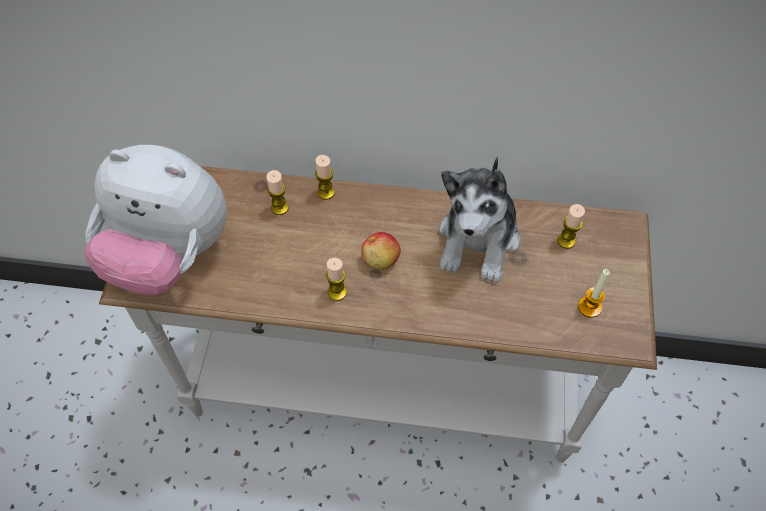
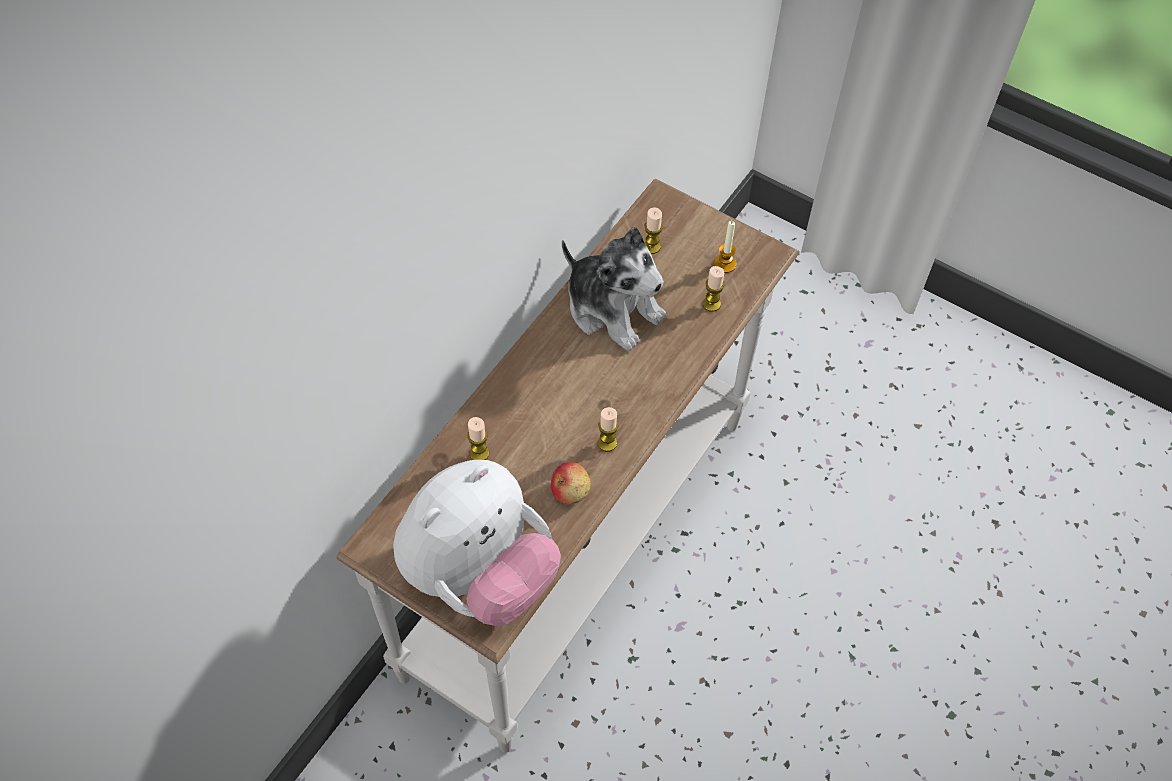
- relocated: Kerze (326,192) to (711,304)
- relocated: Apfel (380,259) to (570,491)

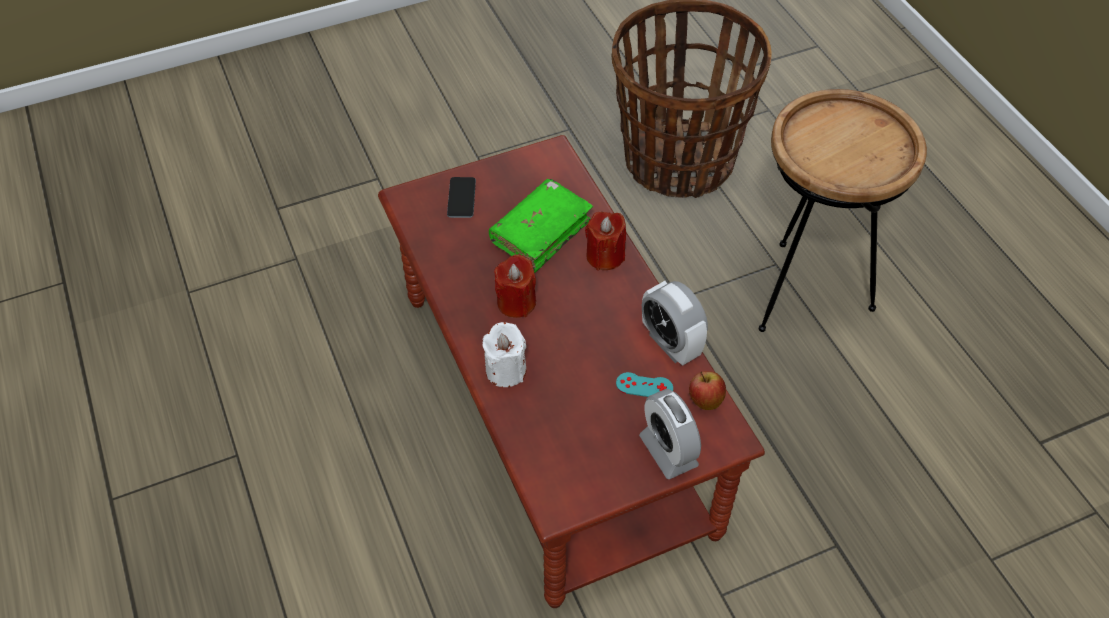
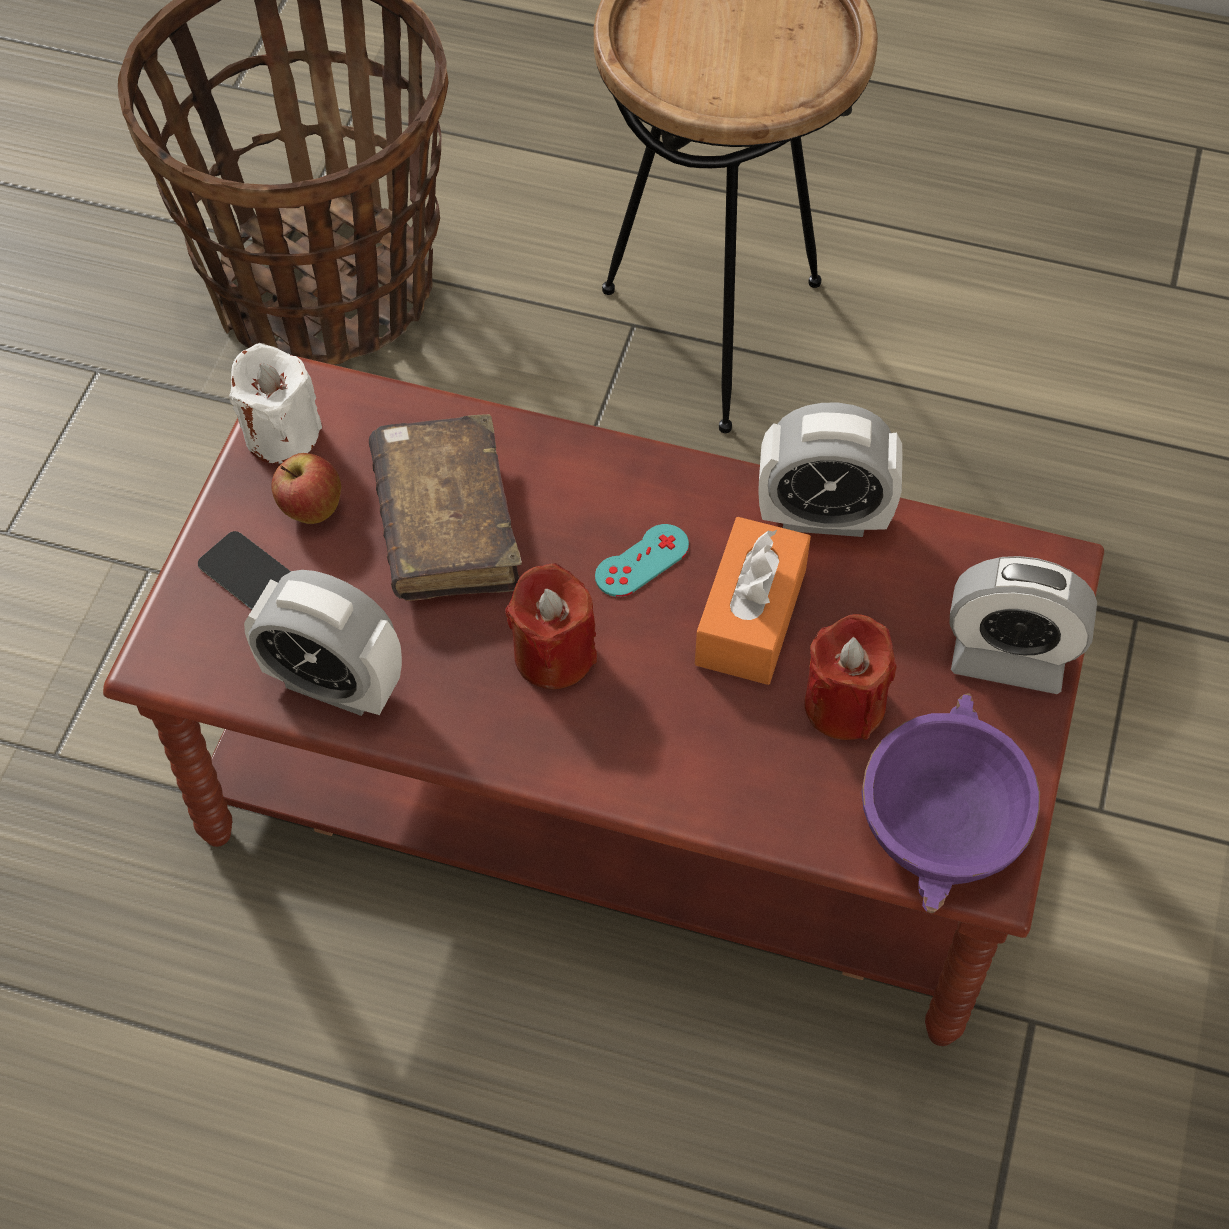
- appeared: Wecker (333,684)
- appeared: Taschentuchbox/orange (751,617)
- appeared: Schüssel/lila (940,820)
- relocated: Kerze/weiß (505,370) to (281,434)
- relocated: Kerze/rot (605,256) to (844,705)
- relocated: Gamepad/türkis (644,386) to (642,561)
- relocated: Apfel (705,400) to (310,509)
- colour: Buch/grün (541,232) to Buch/braun (446,524)

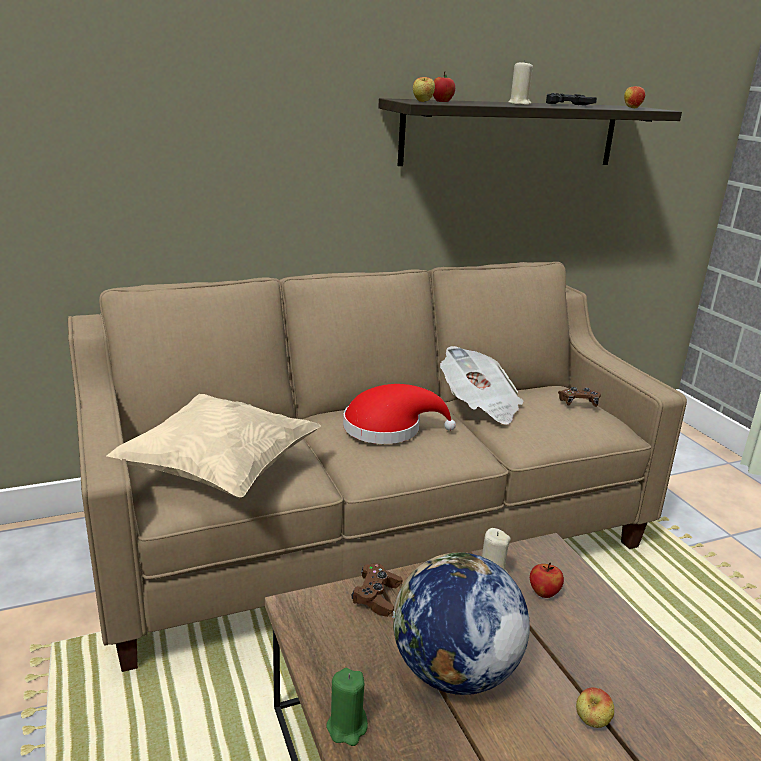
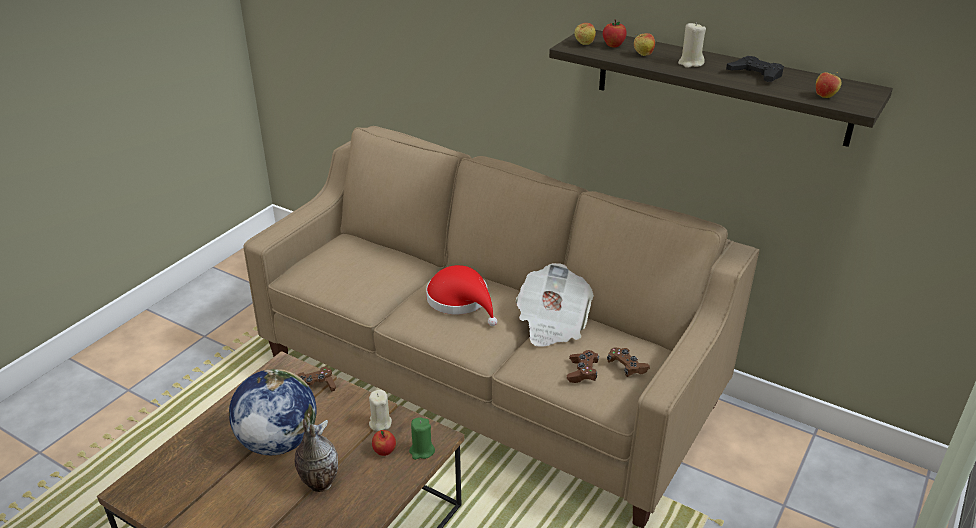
- missing: Kissen/beige (219,471)
- appeared: Vase (318,484)
- appeared: Gamepad/braun (582,372)
- relocated: Kerze/grün (347,727) to (421,451)
- relocated: Apfel (591,722) to (643,55)

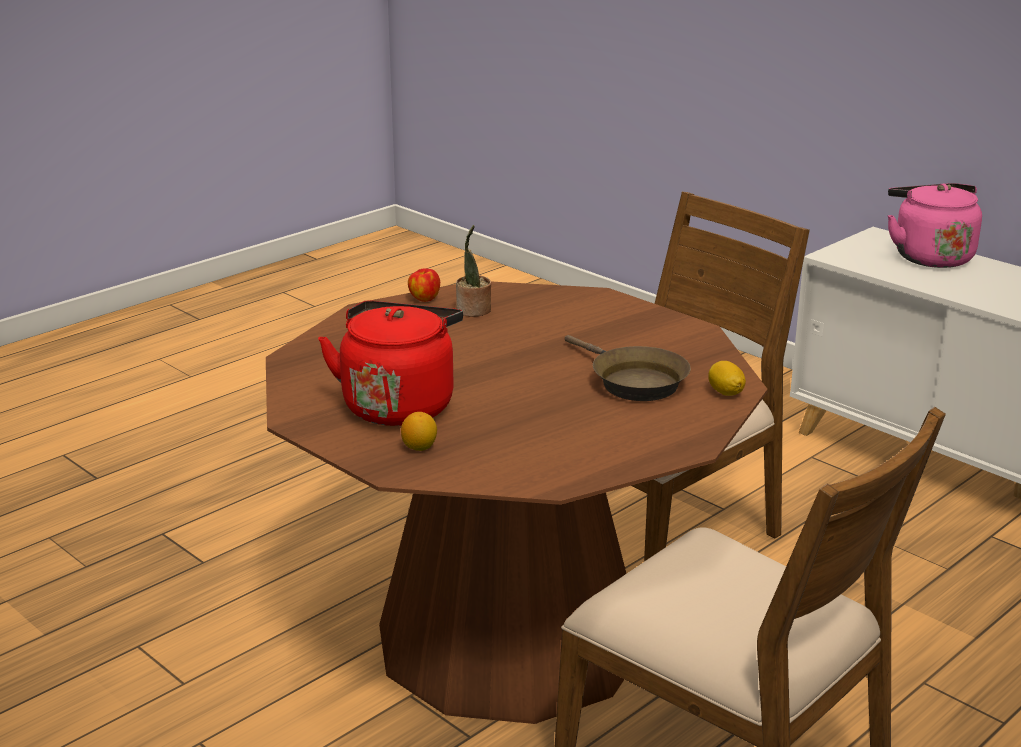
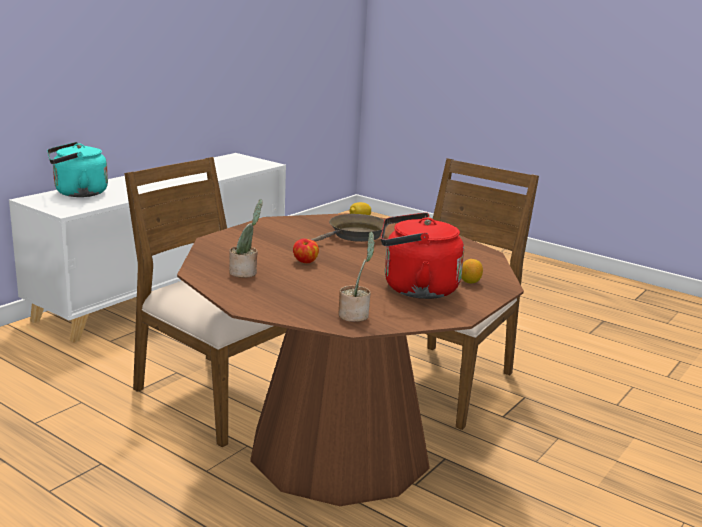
- appeared: Topfpflanze (355,315)
- relocated: Apfel (424,299) to (305,262)
- colour: Wasserkessel/rosa (929,256) to Wasserkessel/türkis (77,193)

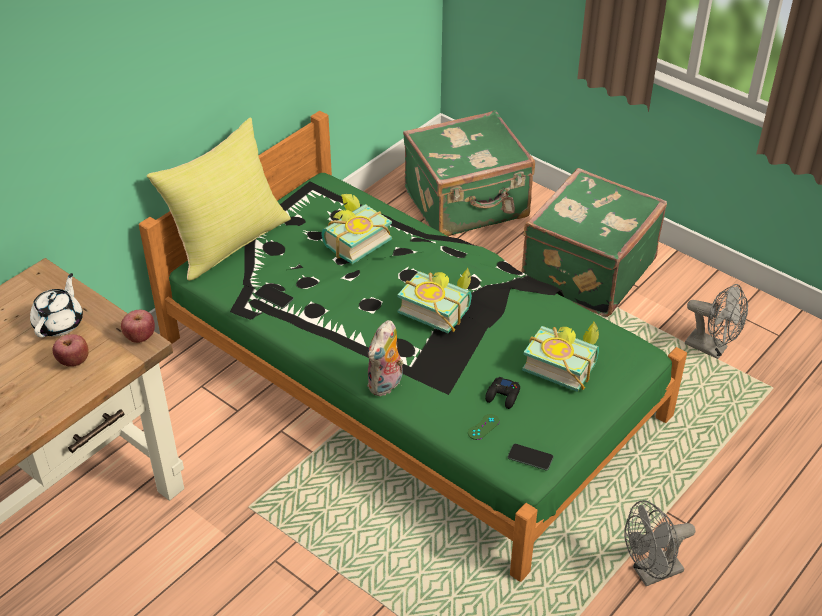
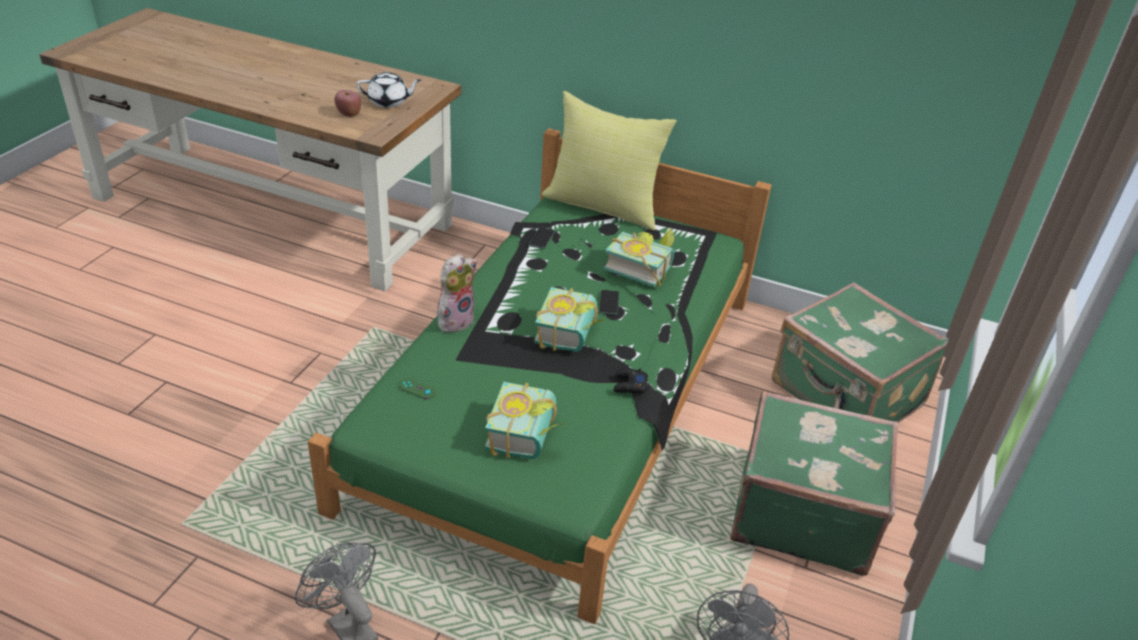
- missing: Apfel (140,337)
- relocated: Gamepad/schwarz (503,396) to (629,385)
- relocated: Handy (530,457) to (609,303)
- spun: Plüschtier (386,385) = (455,320) 120 degrees clockwise

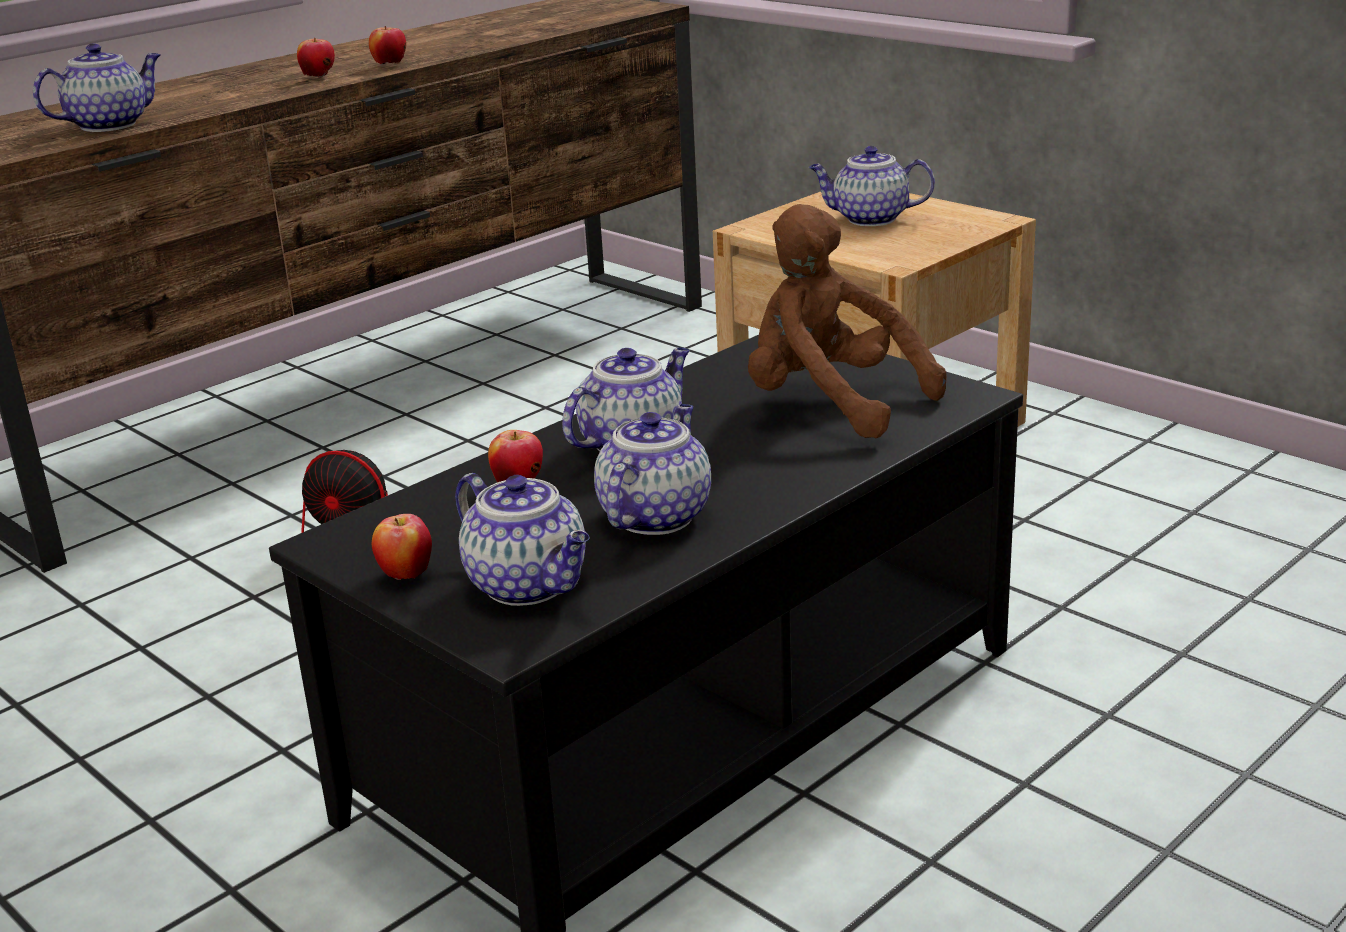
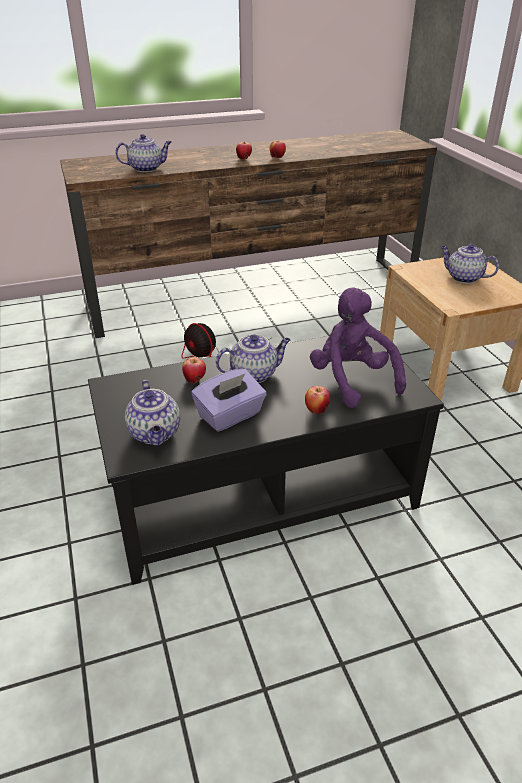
- relocated: Apfel (406,574) to (316,410)
- exchanged: Teekanne (655,516) to Taschentuchbox/lila (230,416)
- colour: Plüschtier/braun (830,404) to Plüschtier/lila (352,380)

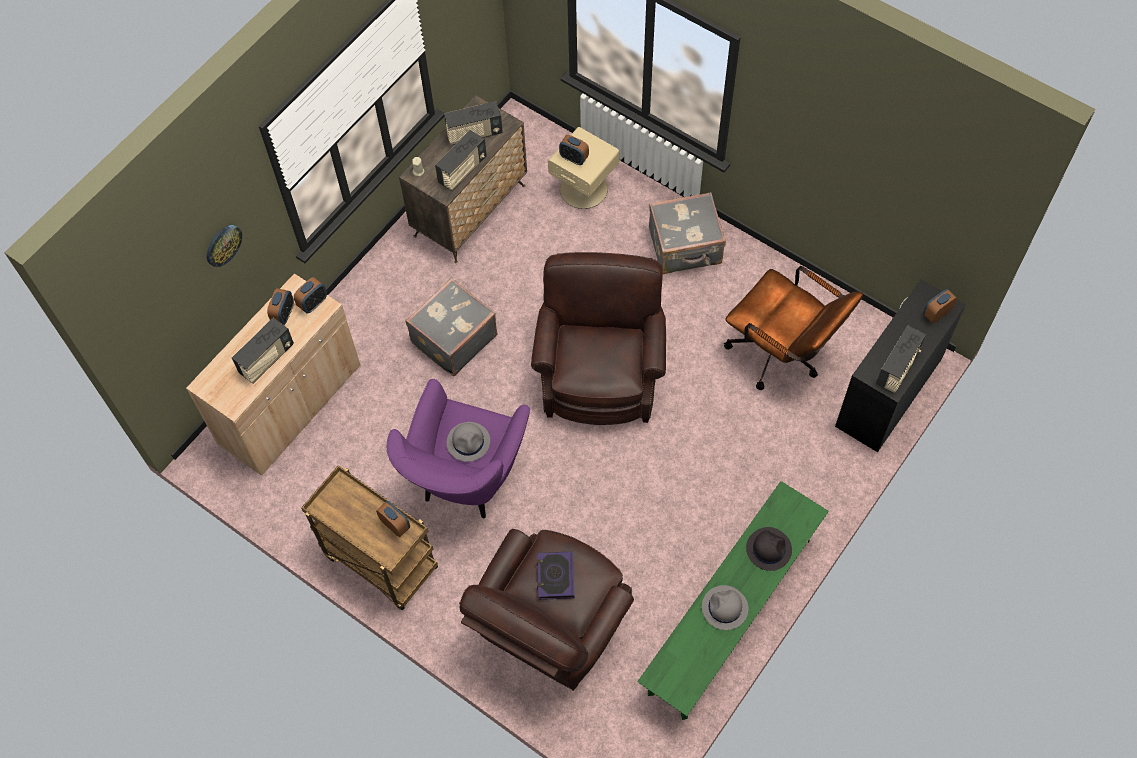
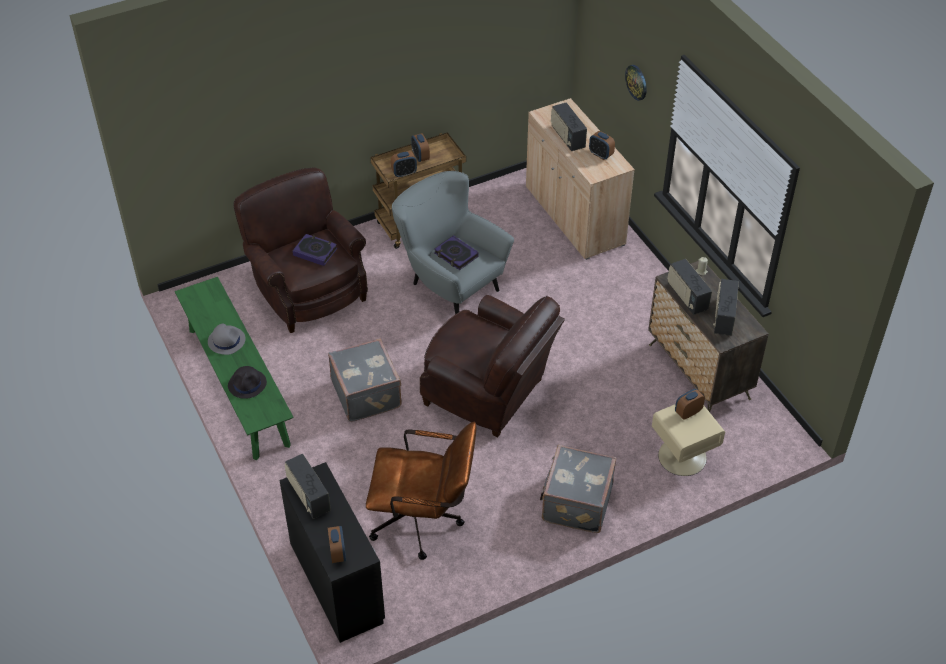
- relocated: Wecker (313,303) to (420,157)
- relocated: Koffer/grau (453,339) to (367,393)
- exchanged: Hut/grau (468,442) to Buch (456,255)
- colour: Sessel/lila (466,480) to Sessel/grau (450,285)
- spun: Bürostuhl/braun (782,355) = (424,521) 150 degrees counterclockwise

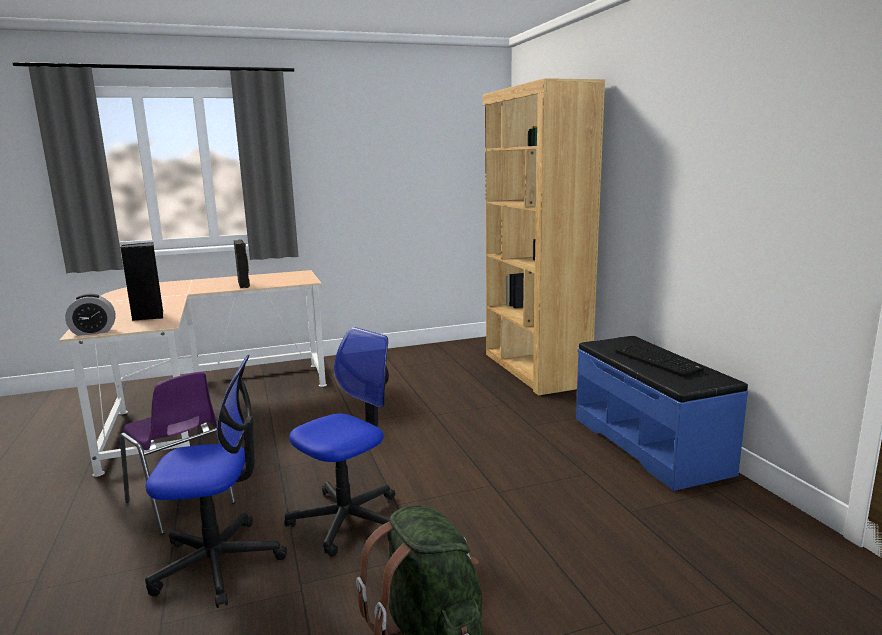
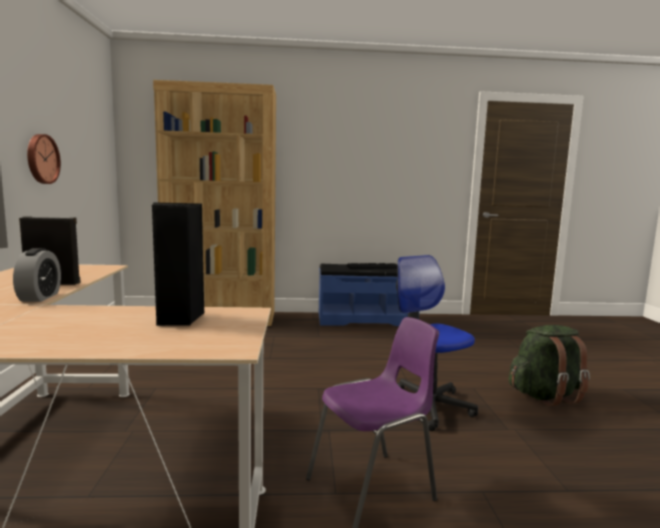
- missing: Bürostuhl (218,563)
- appeared: Wanduhr (41,159)
- relocated: Wecker (93,332) to (39,297)

